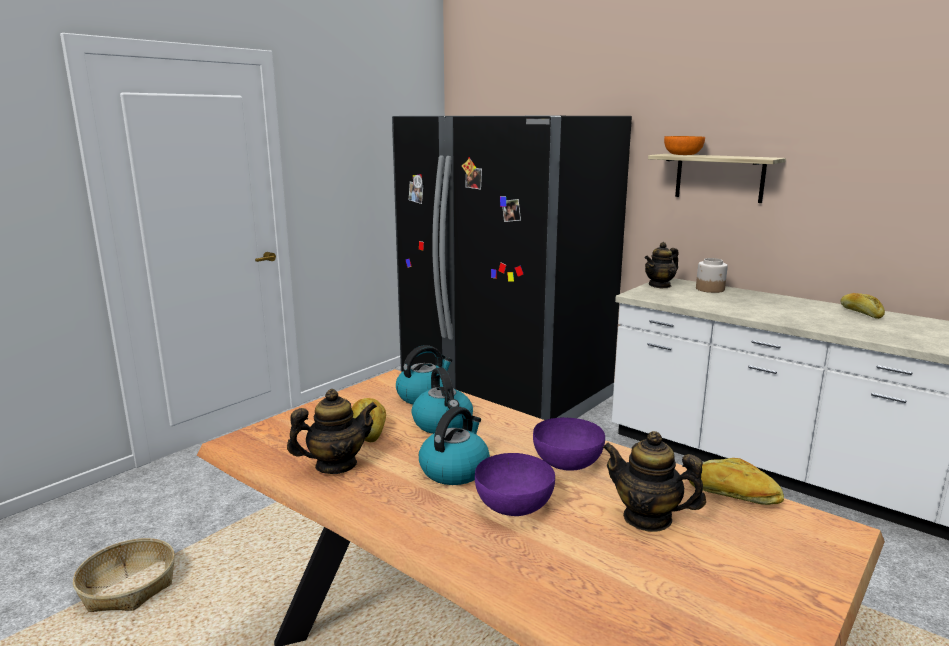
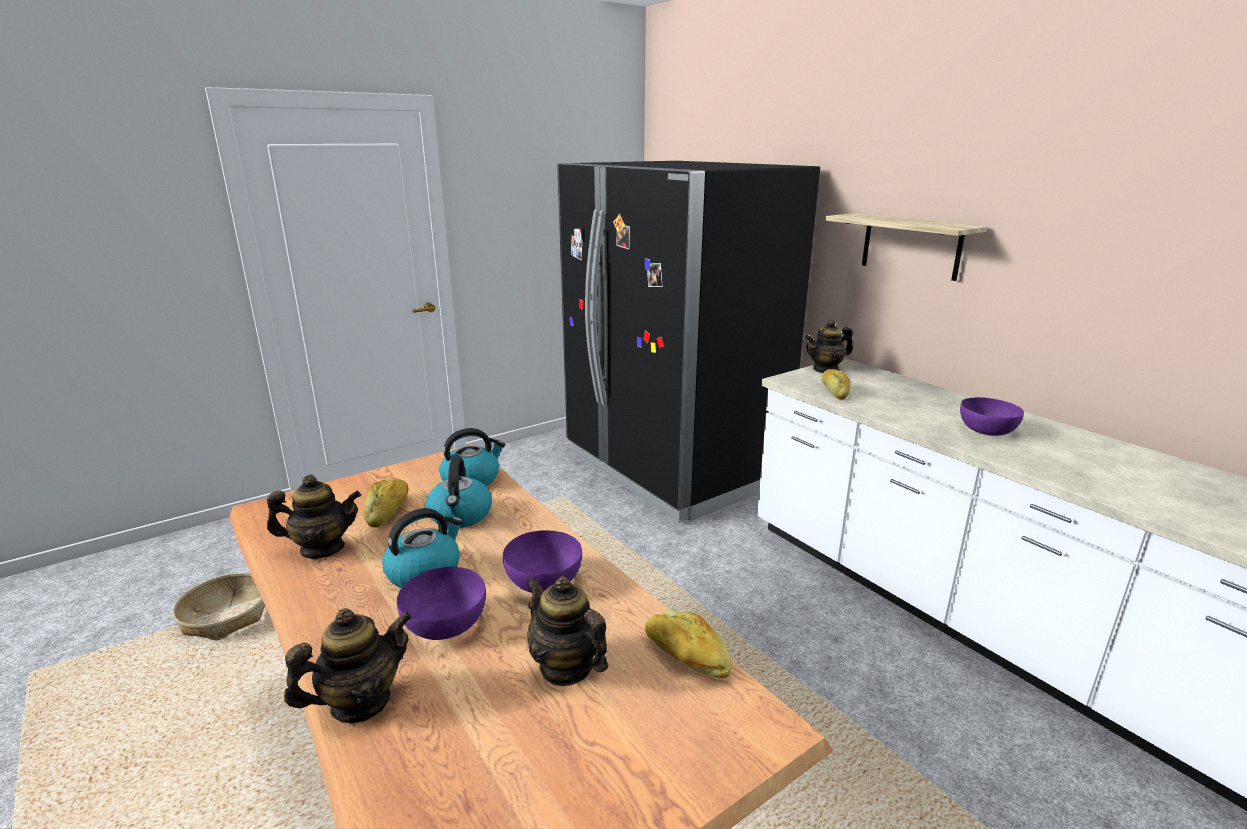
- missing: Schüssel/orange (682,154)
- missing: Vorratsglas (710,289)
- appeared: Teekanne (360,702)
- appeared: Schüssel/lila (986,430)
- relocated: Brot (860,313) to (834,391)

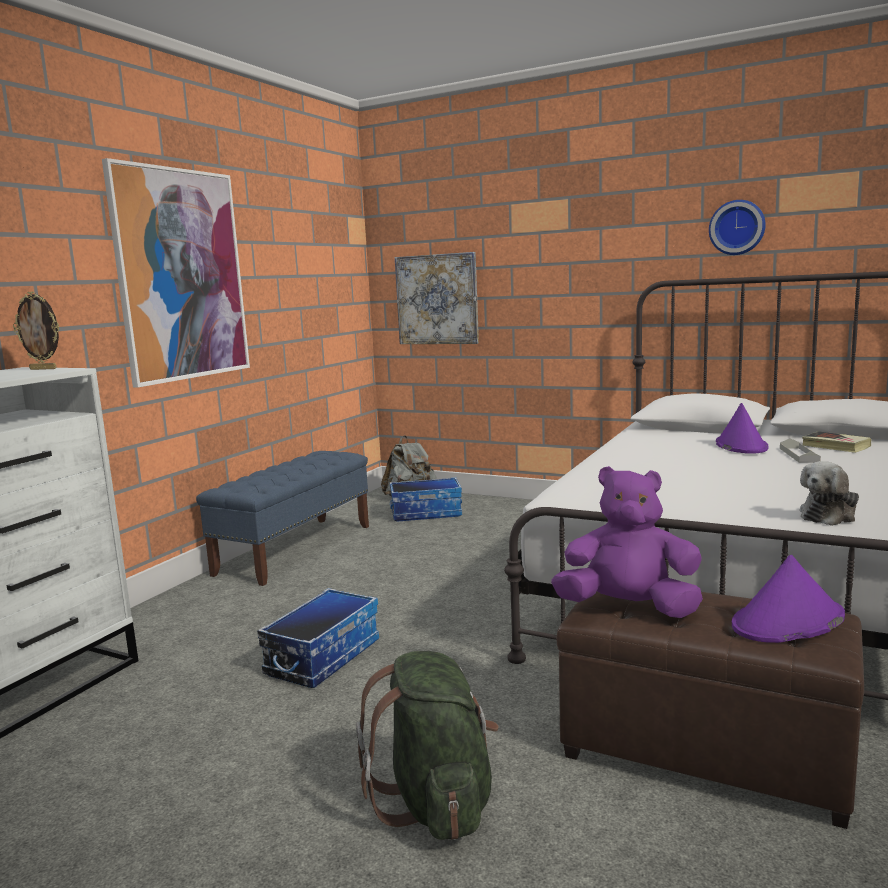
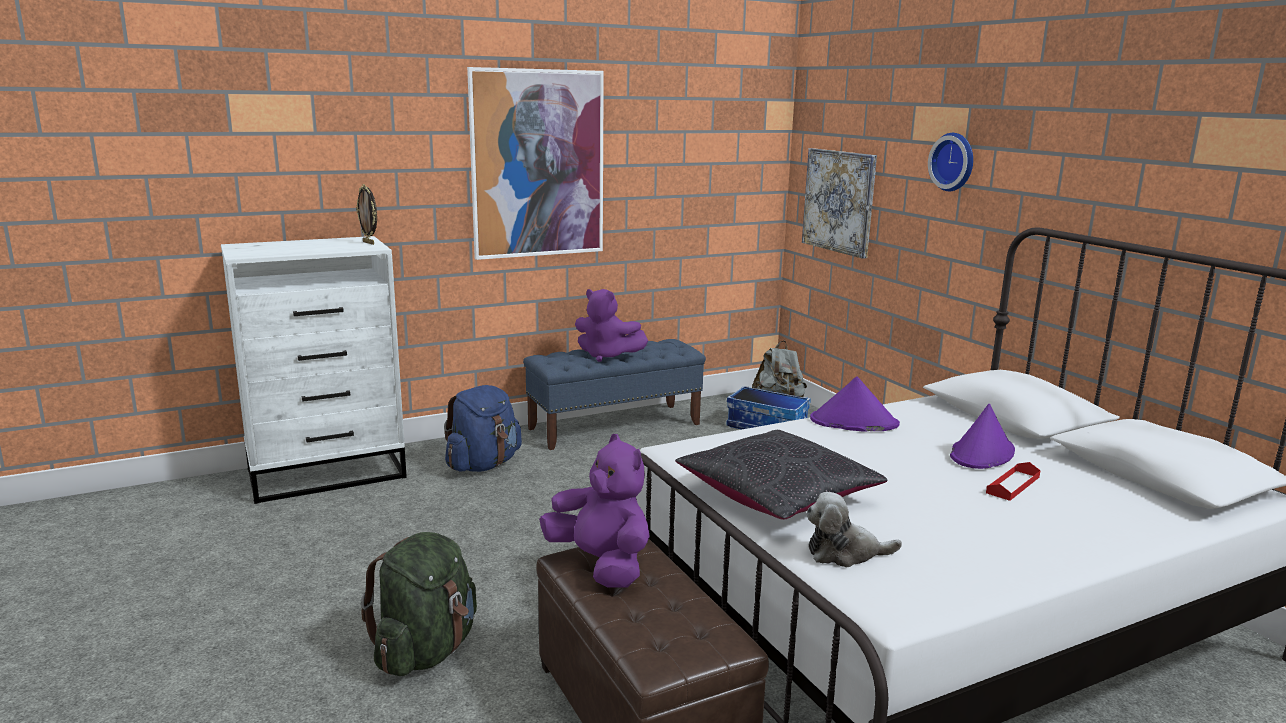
- missing: Aufbewahrungsbox (323,657)
- missing: Buch (835,446)
- appeared: Rucksack/blau (483,465)
- appeared: Plüschtier/lila (607,356)
- appeared: Kissen/schwarz (777,495)
- relocated: Wanduhr (737,227) to (954,162)
- relocated: Hut/lila (787,622) to (853,422)
- colour: Tablett/grau (799,455) to Tablett/rot (1013,485)

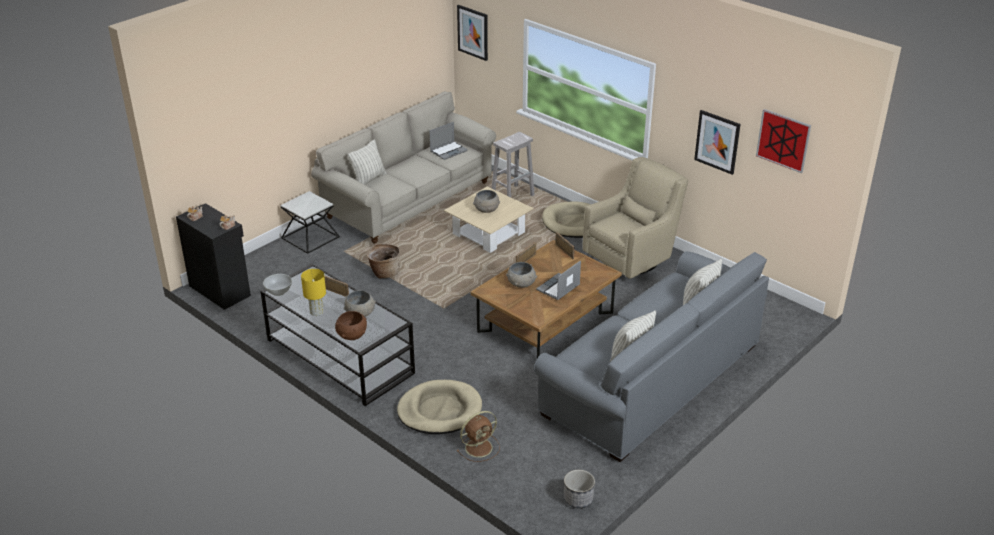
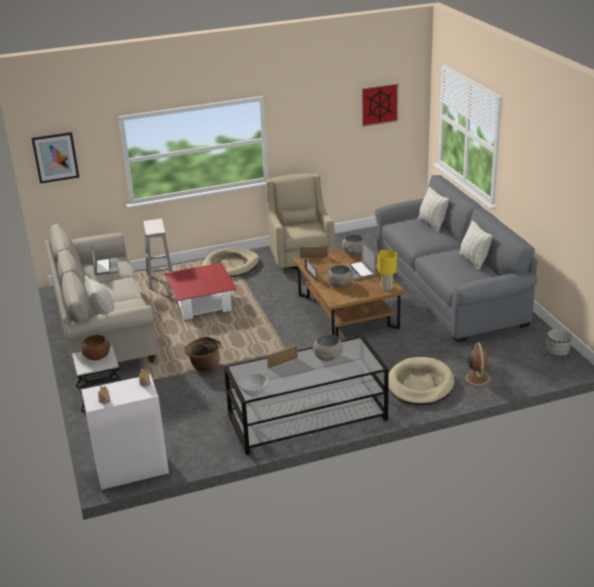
- missing: Bild (717,141)
- relocated: Tischlampe/gelb (317,312) to (386,287)
- relocated: Schüssel/braun (352,335) to (97,356)
- relocated: Schüssel/grau (486,209) to (353,253)
- colour: Schrank/schwarz (220,290) to Schrank/weiß (131,469)
- colour: Couchtisch/beige (488,233) to Couchtisch/rot (202,304)

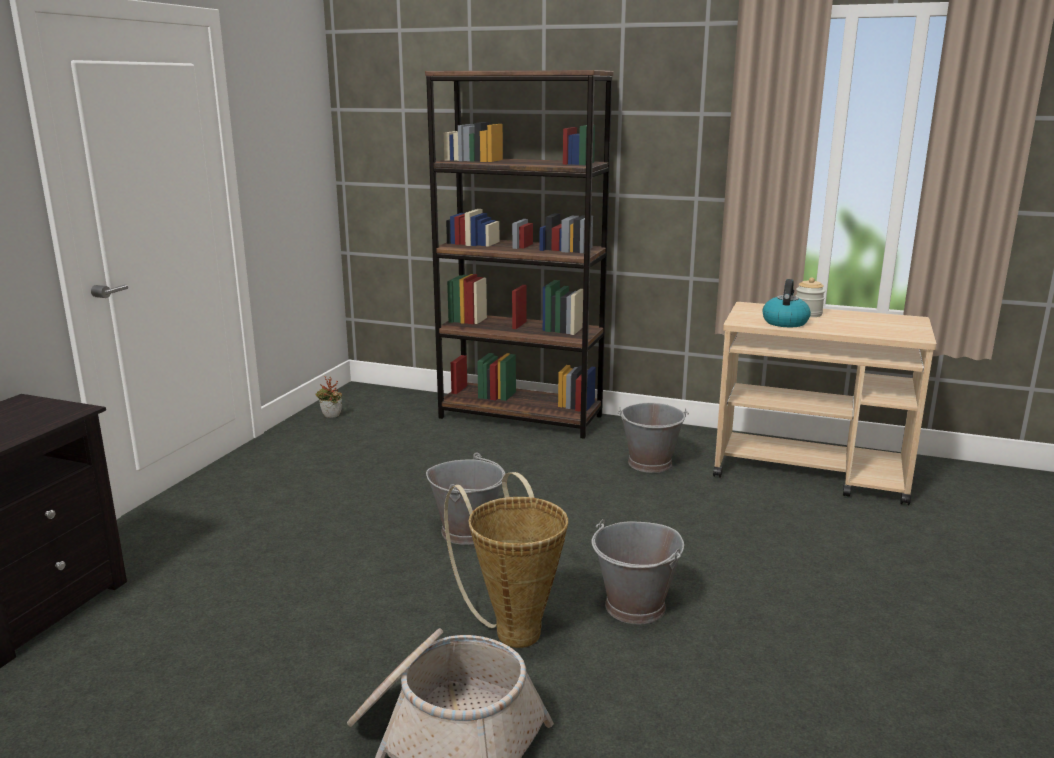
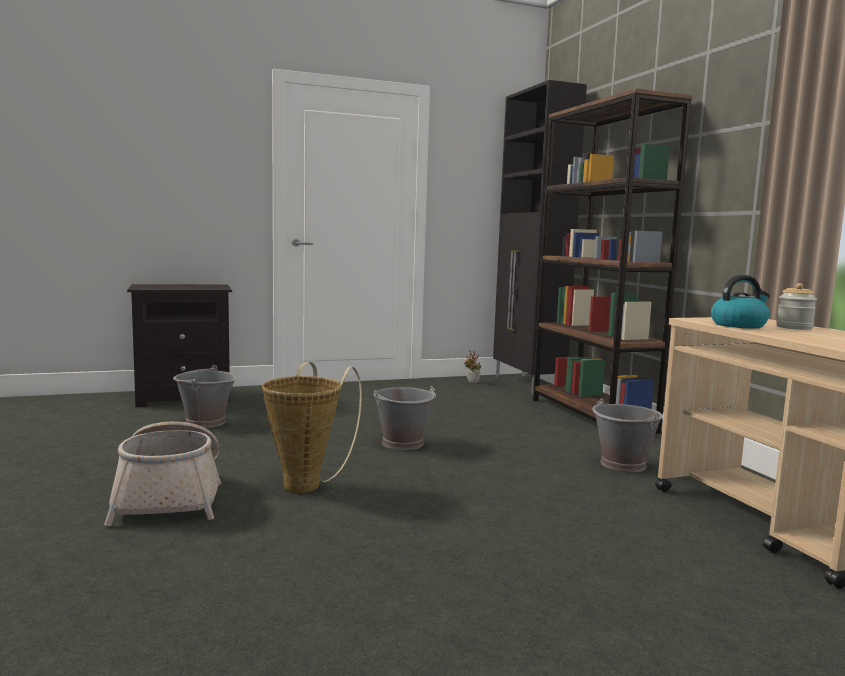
- appeared: Schrank/schwarz (527,384)
- relocated: Eimer/grau (635,607) to (205,422)

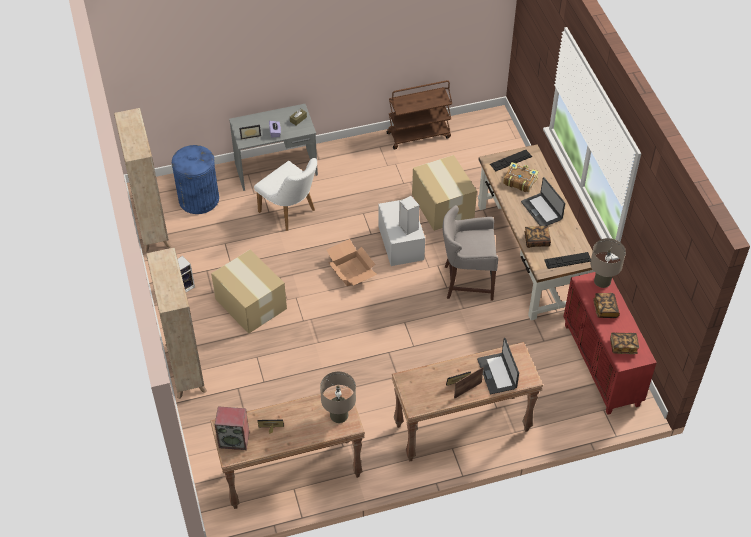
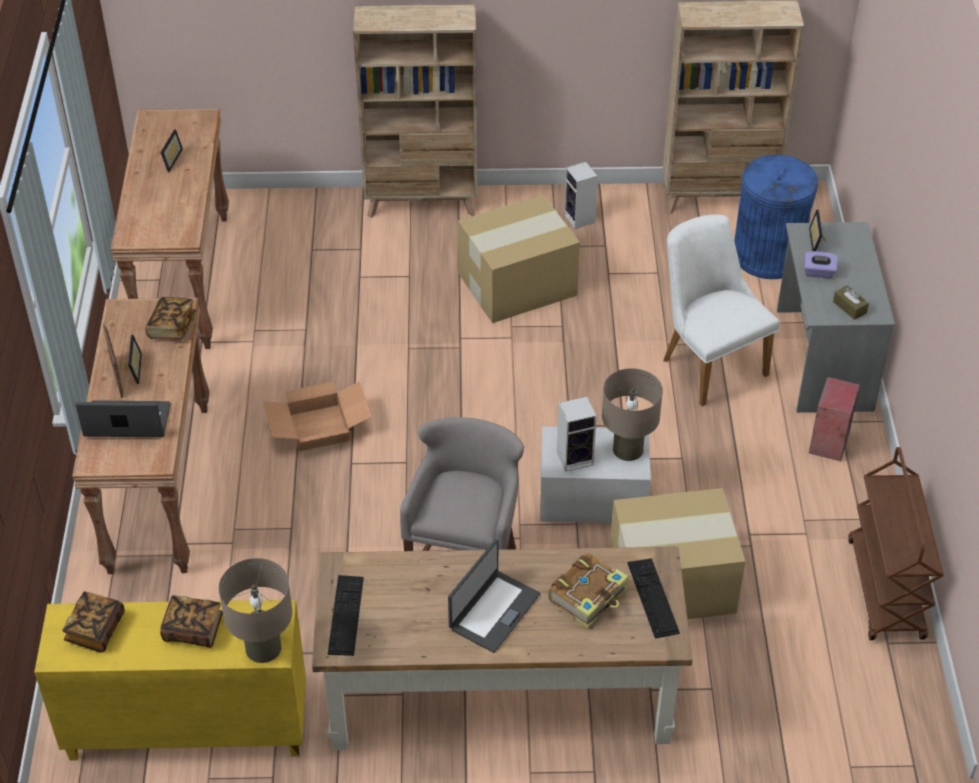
- relocated: Lautsprecher (234,439) to (829,443)
- relocated: Tischlampe/beige (339,415) to (628,449)
- relocated: Karton (351,271) to (319,427)
- relocated: Buch (536,241) to (172,327)
- colour: Schrank/rot (602,365) to Schrank/gelb (186,730)
- spun: Stuhl/weiß (291,213) = (707,362) 90 degrees clockwise
- spun: Laptop (542,210) = (493,611) 135 degrees clockwise

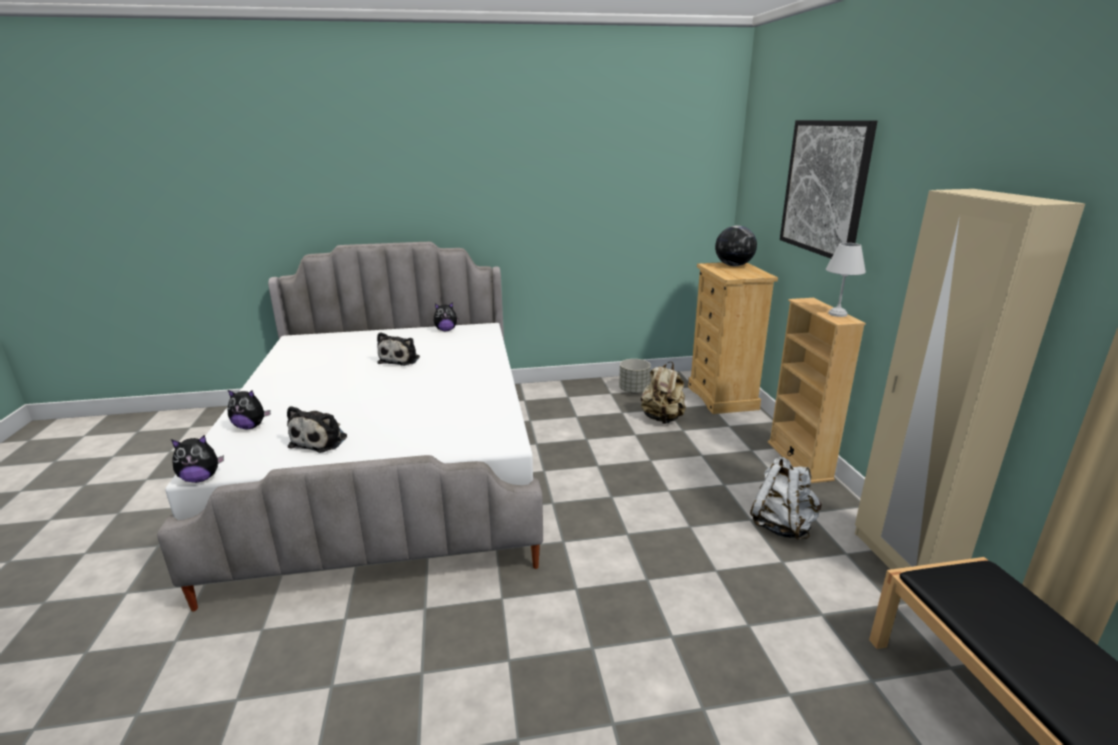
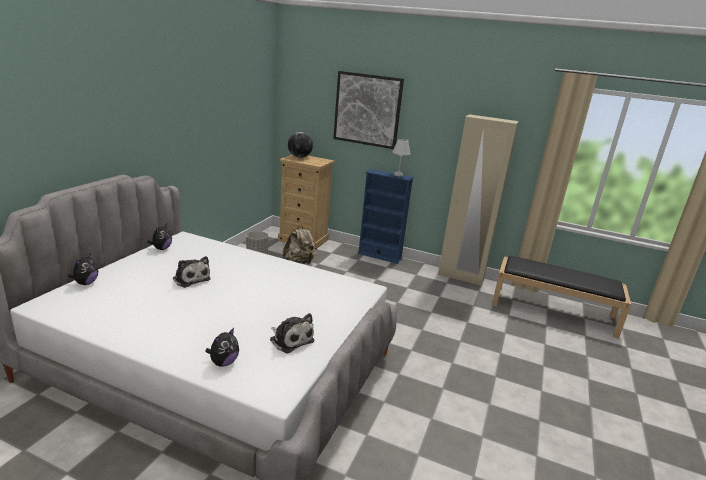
- missing: Rucksack/weiß (782,526)
- relocated: Plüschtier (201,478) to (86,283)
- colour: Bücherregal/beige (799,460) to Bücherregal/blau (379,256)

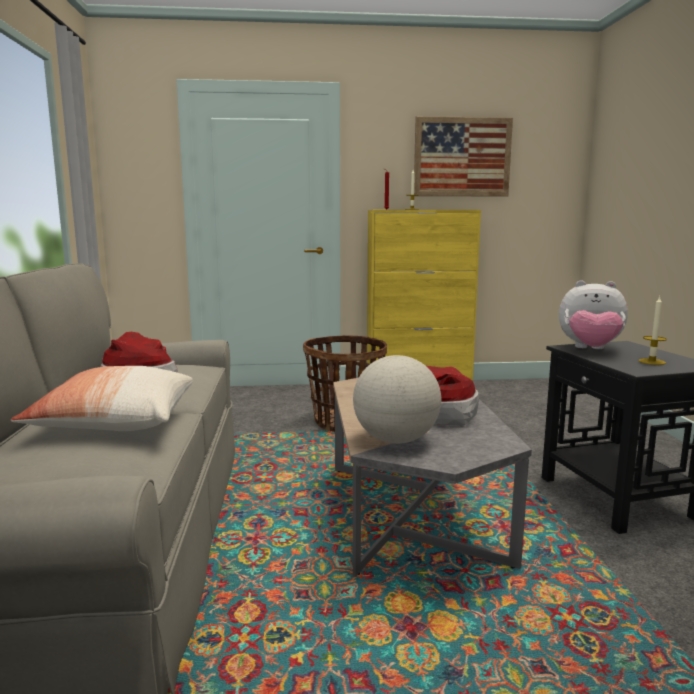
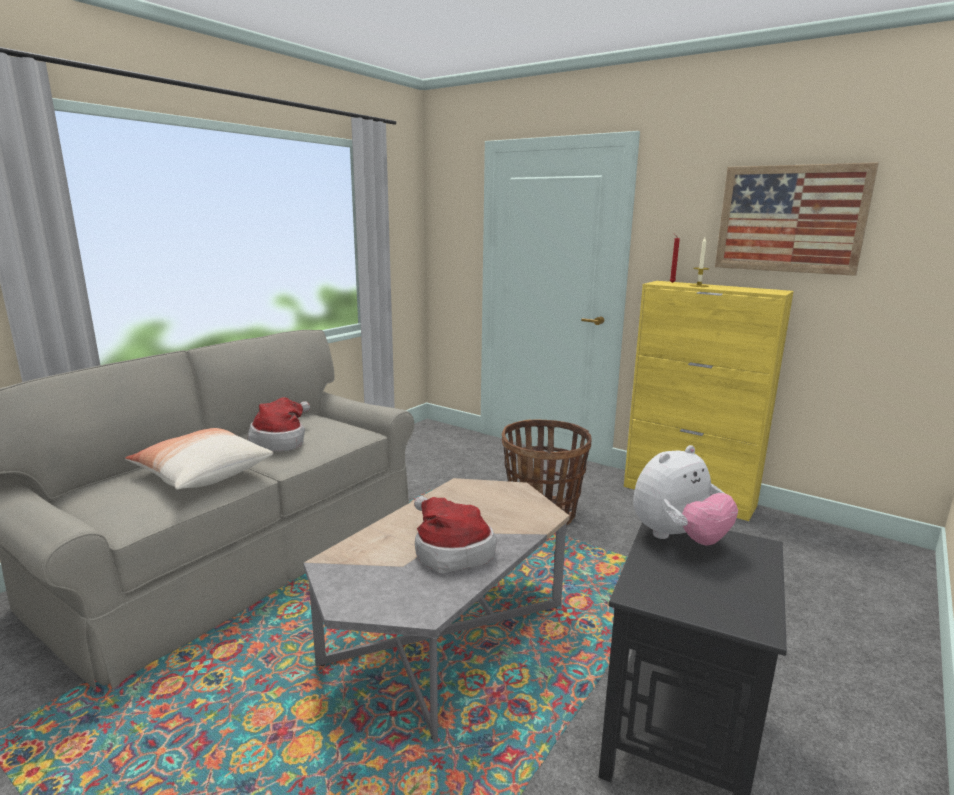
- missing: Globus (396,440)
- missing: Kerze (652,361)
- spun: Plüschtier (590,349) = (678,538) 90 degrees counterclockwise

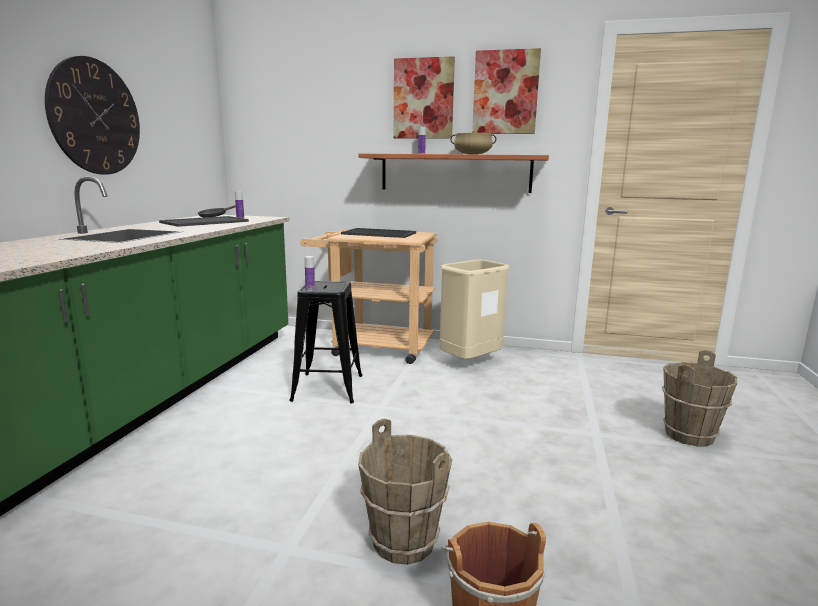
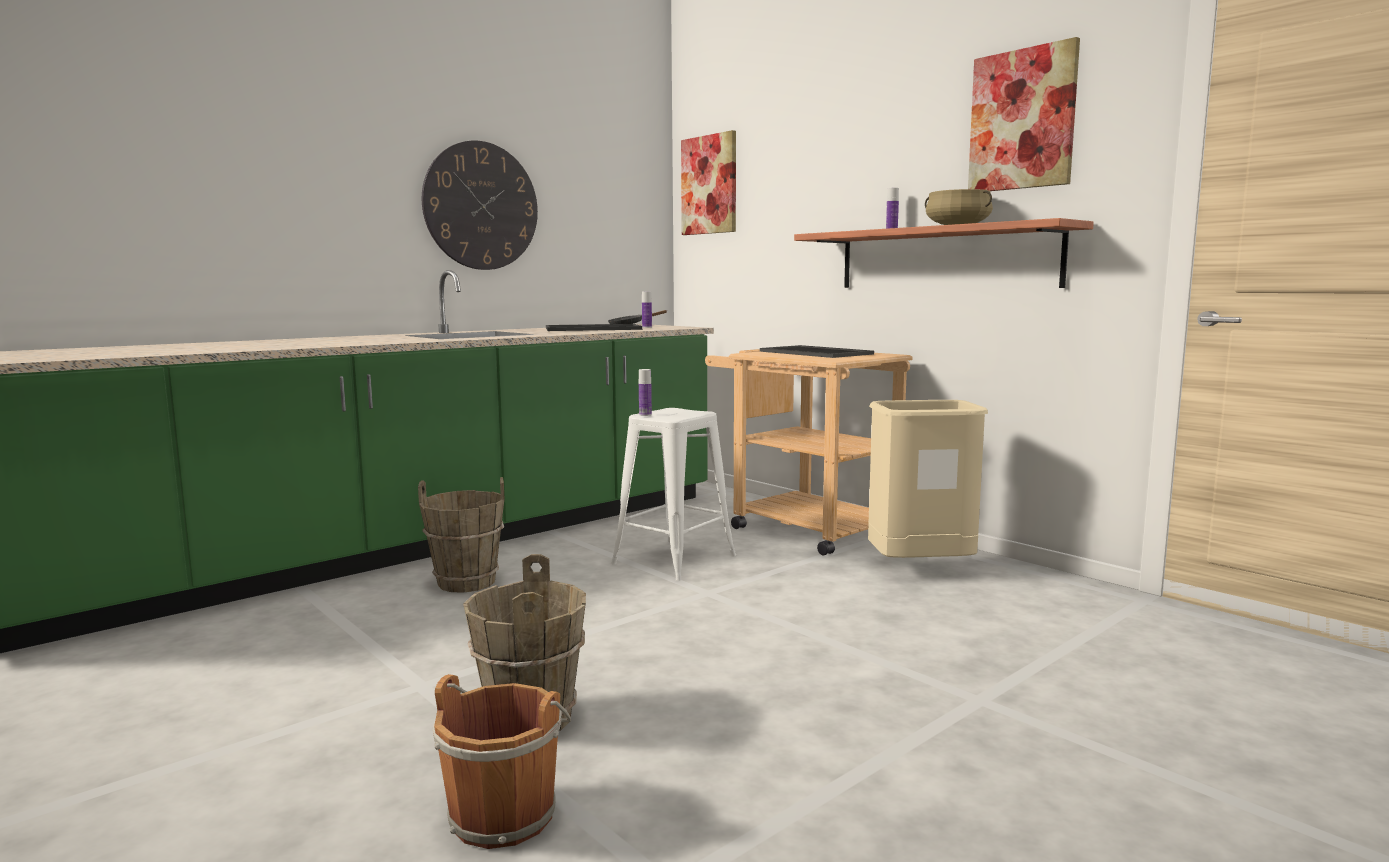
- relocated: Bild (423,99) to (709,185)
- relocated: Eimer/braun (689,435) to (466,583)
- colour: Hocker/schwarz (328,388) to Hocker/weiß (674,560)

